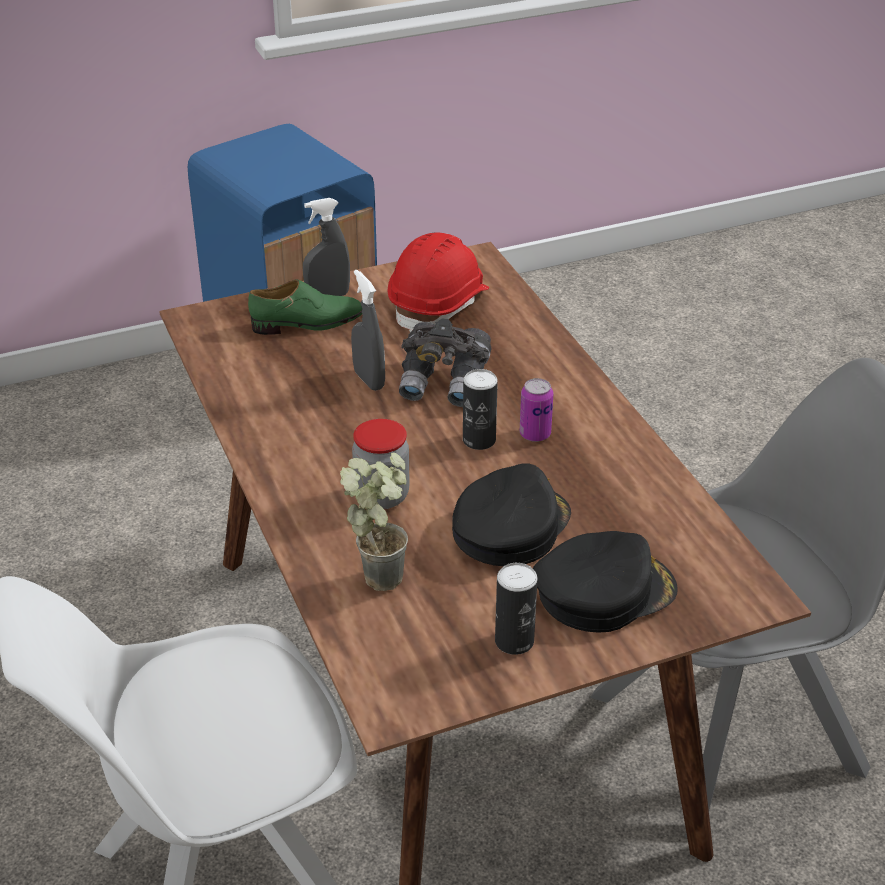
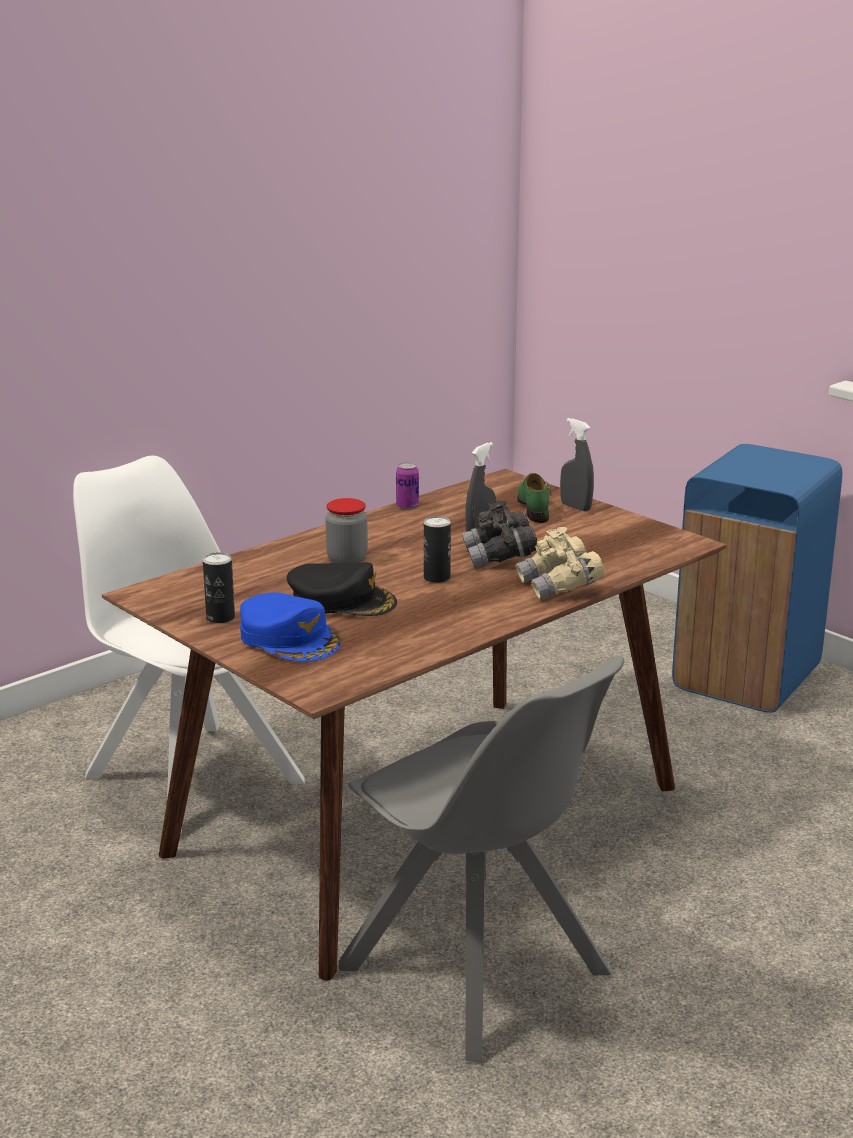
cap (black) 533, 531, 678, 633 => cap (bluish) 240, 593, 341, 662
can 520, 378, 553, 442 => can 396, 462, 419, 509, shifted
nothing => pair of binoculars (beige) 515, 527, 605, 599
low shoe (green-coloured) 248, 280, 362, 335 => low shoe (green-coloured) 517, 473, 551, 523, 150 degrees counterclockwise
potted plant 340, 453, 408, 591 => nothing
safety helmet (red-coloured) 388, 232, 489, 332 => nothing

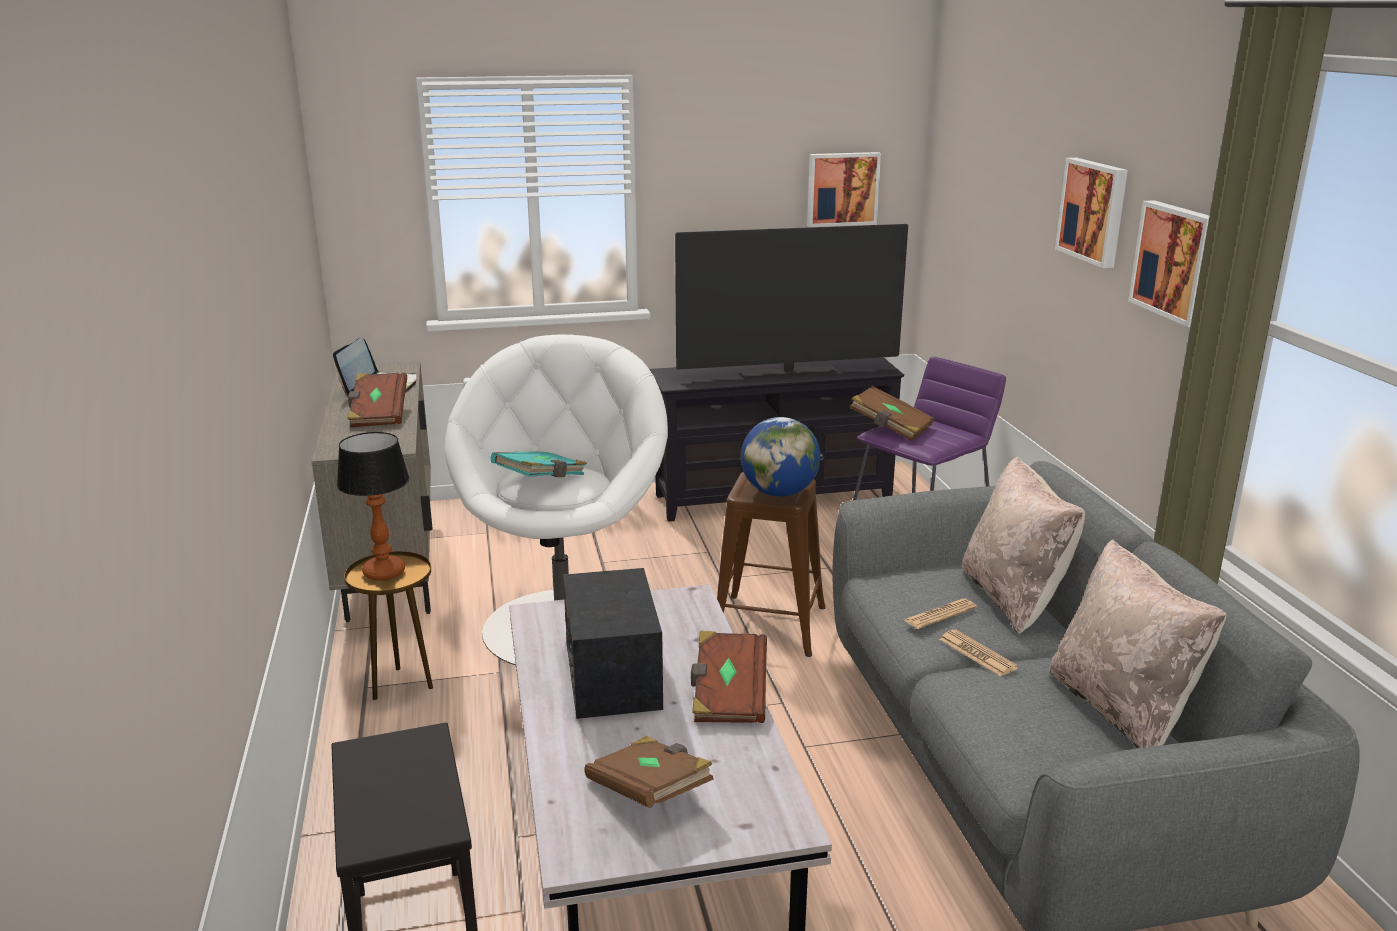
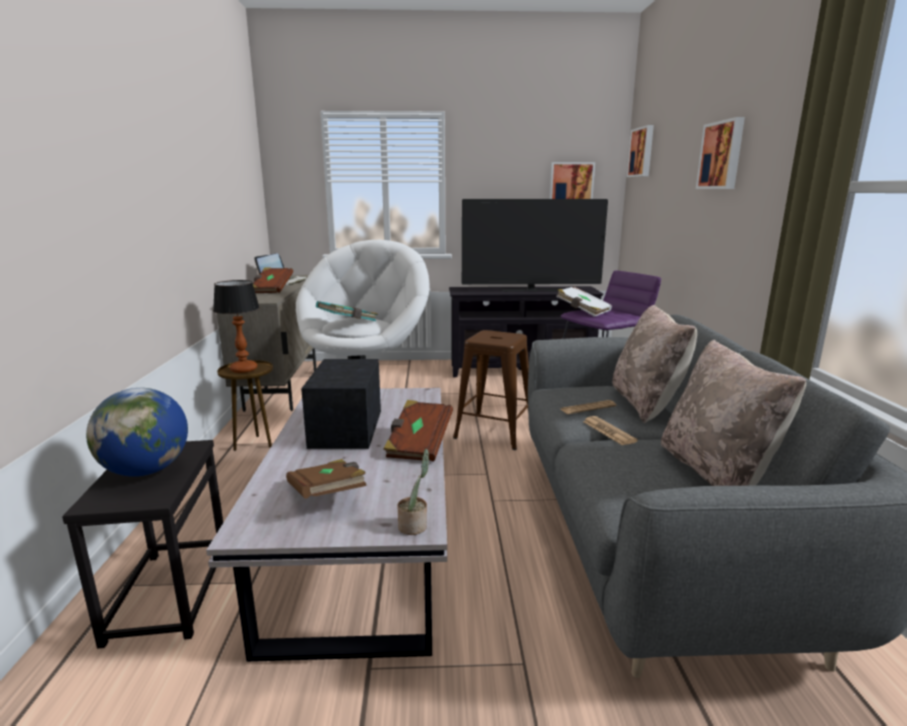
desk globe 741, 417, 821, 497 => desk globe 86, 388, 188, 477, shifted
nothing => potted plant 397, 449, 429, 535
book (brown) 849, 386, 934, 441 => book (whitish) 556, 287, 612, 317
wall picture 1128, 200, 1209, 327 => wall picture 627, 125, 654, 177, shifted

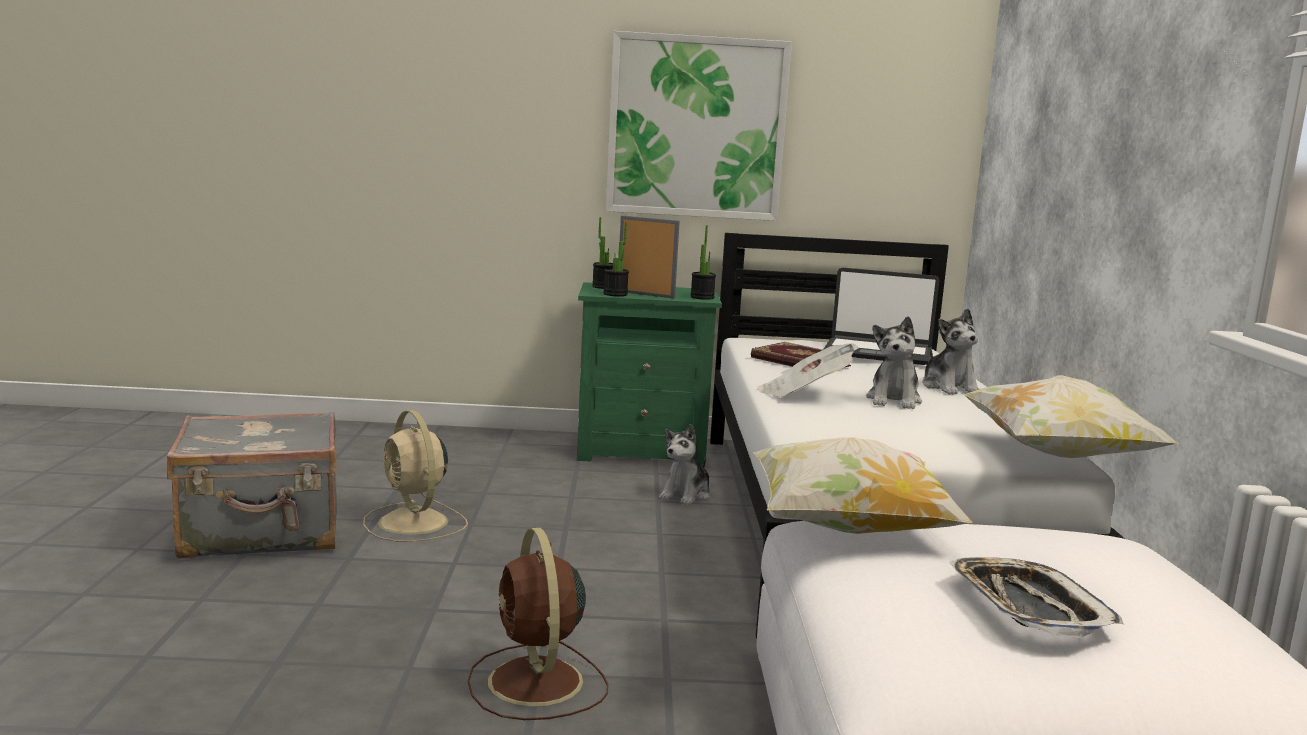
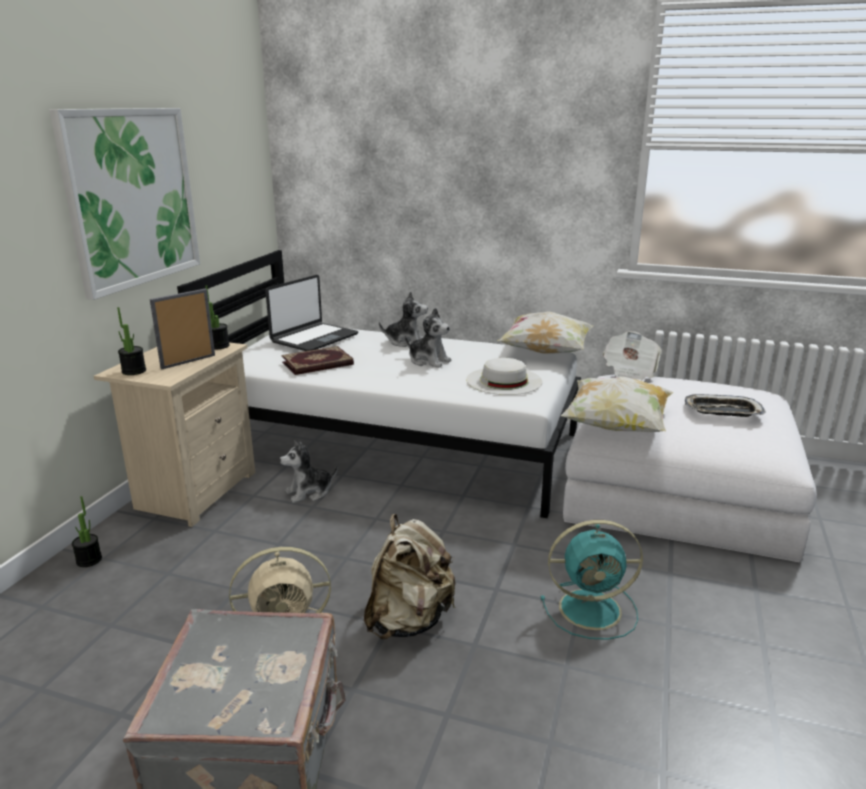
potted plant 603, 222, 629, 296 => potted plant 72, 496, 102, 567, shifted
night table (green-coloured) 577, 282, 722, 466 => night table (beige) 94, 342, 255, 527
cuddly toy 659, 424, 711, 506 => cuddly toy 280, 440, 338, 503, 105 degrees clockwise
nothing => knapsack (beige) 364, 514, 456, 640
nothing => wearable hat (whitish) 466, 358, 542, 395
electric fan (brown) 468, 528, 608, 720 => electric fan (turquoise) 541, 520, 643, 640
newspaper 757, 343, 859, 397 => newspaper 603, 331, 662, 380, shifted

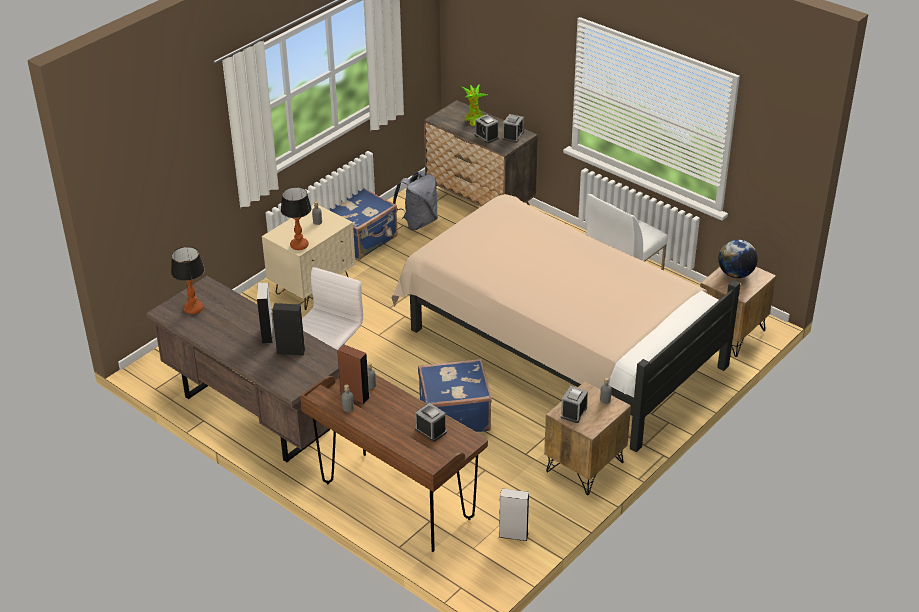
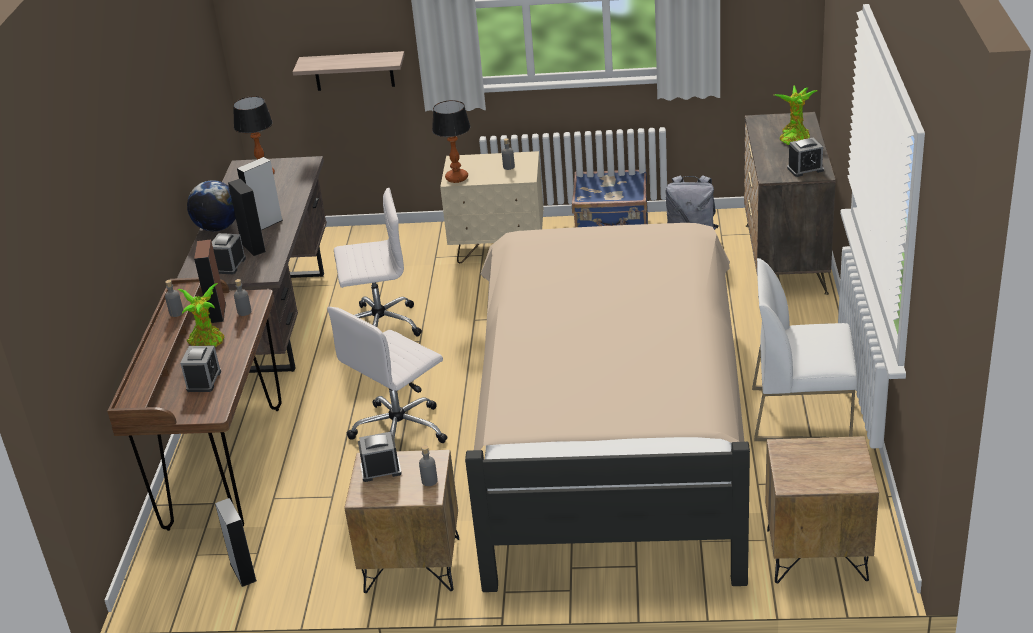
nothing => potted plant 178, 283, 224, 347
desk globe 718, 240, 758, 278 => desk globe 187, 180, 236, 231, shifted
alarm clock 475, 115, 499, 143 => alarm clock 212, 233, 246, 274, shifted
nothing => bracket shelf 293, 51, 405, 91
piece of luggage (bluish) 418, 359, 492, 432 => computer chair (whitish) 327, 307, 447, 443

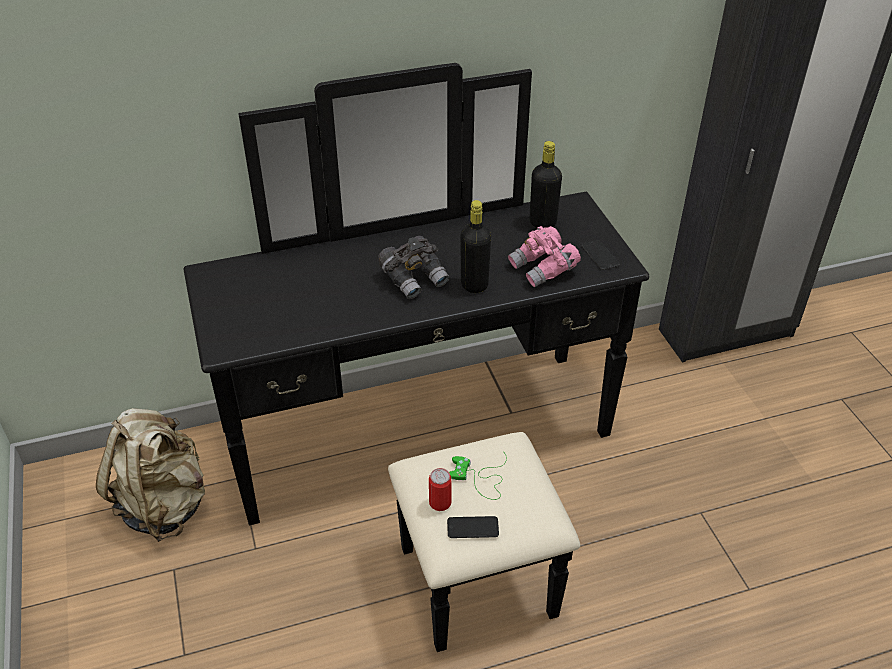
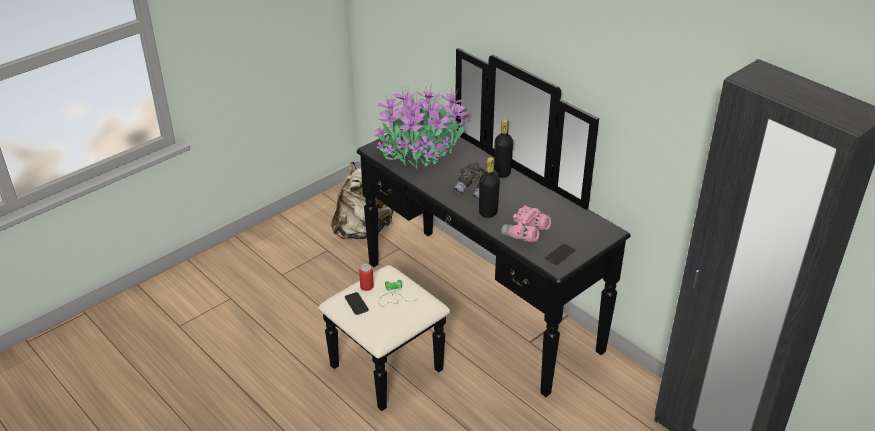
nothing => potted plant 373, 85, 470, 169
beverage bottle (black) 529, 141, 562, 228 => beverage bottle (black) 494, 119, 513, 178, shifted

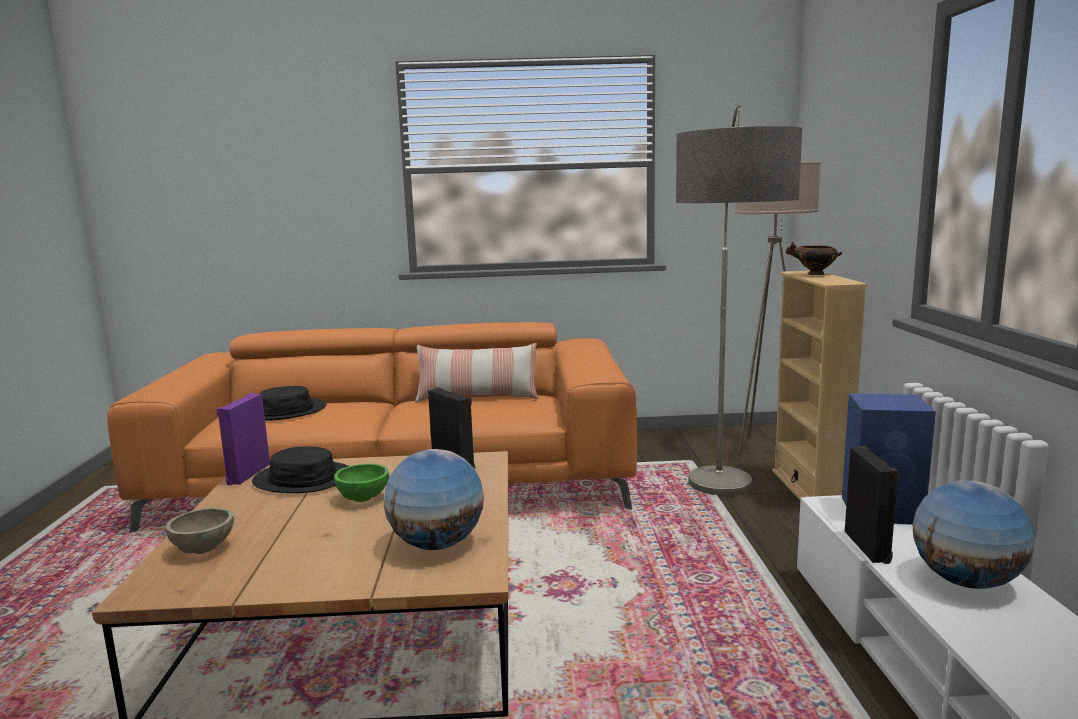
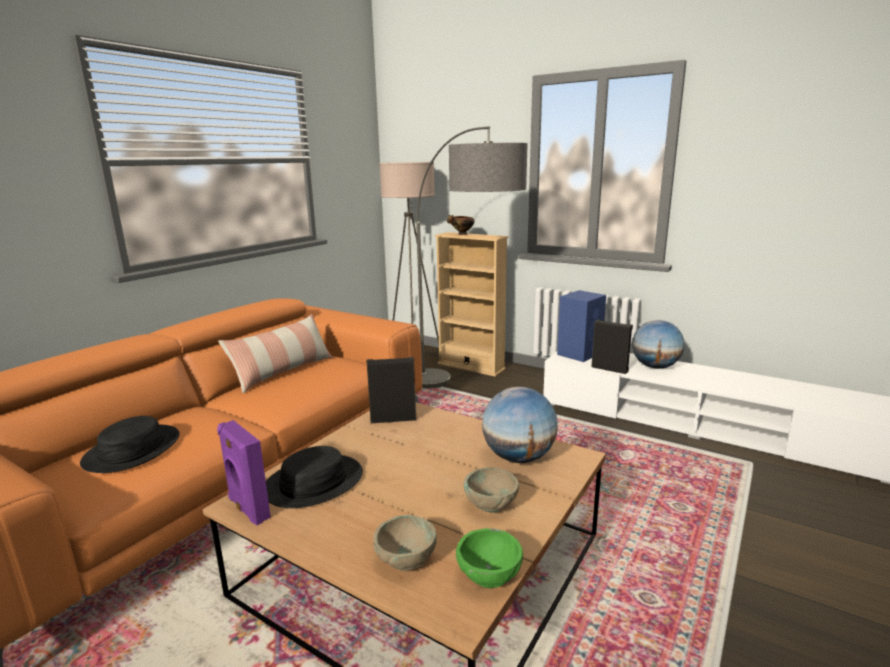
deep dish (green-coloured) 334, 464, 389, 502 => deep dish (green-coloured) 456, 528, 523, 588, shifted
nothing => deep dish (beige) 464, 467, 519, 513

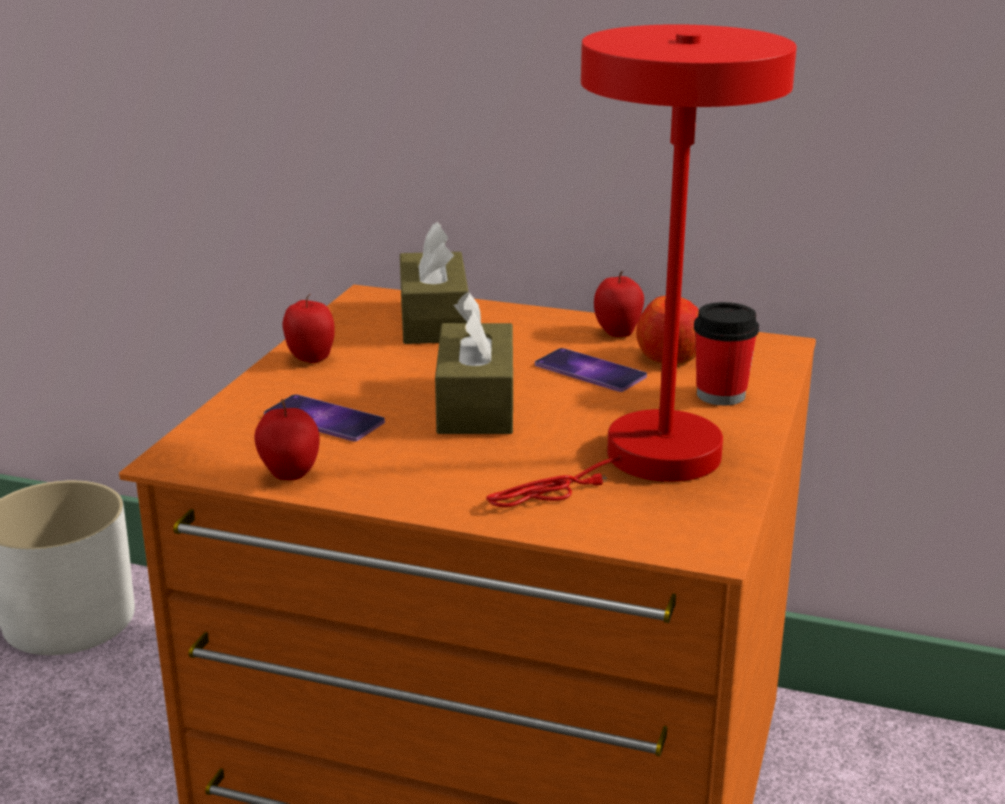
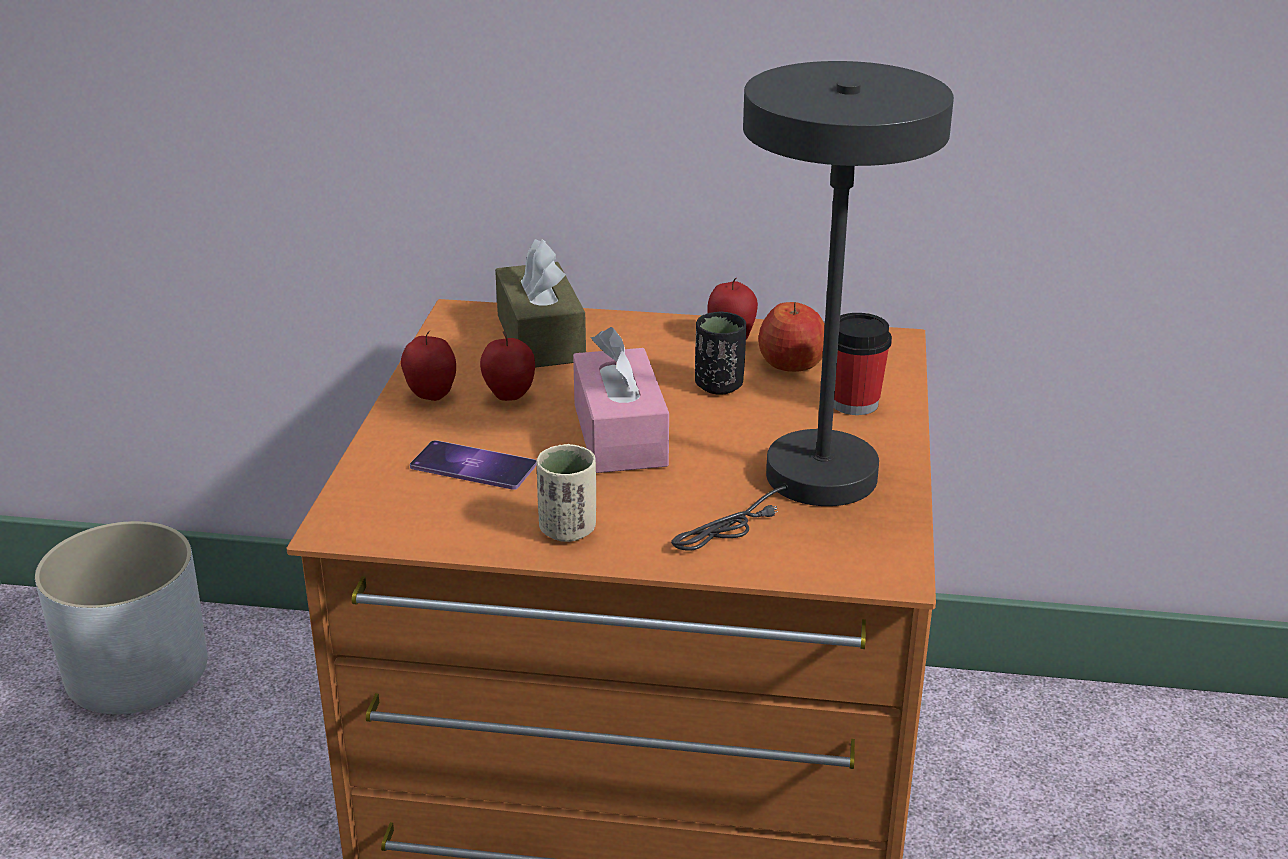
whole apple 254, 399, 319, 480 => whole apple 480, 331, 535, 401, shifted
nothing => small cup (beige) 536, 444, 596, 542
tissue holder (brown) 435, 292, 513, 434 => tissue holder (pink) 573, 327, 669, 473
tabletop lamp (red-coloured) 486, 24, 797, 507 => tabletop lamp (greyish) 671, 61, 954, 551
telephone 535, 348, 647, 392 => small cup (black) 695, 311, 746, 395

